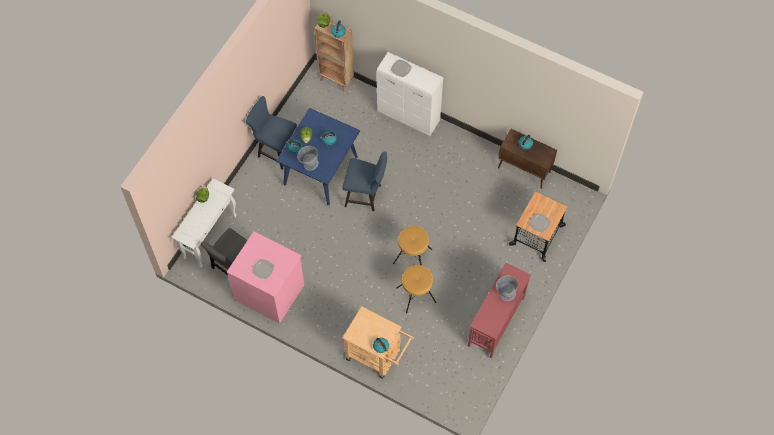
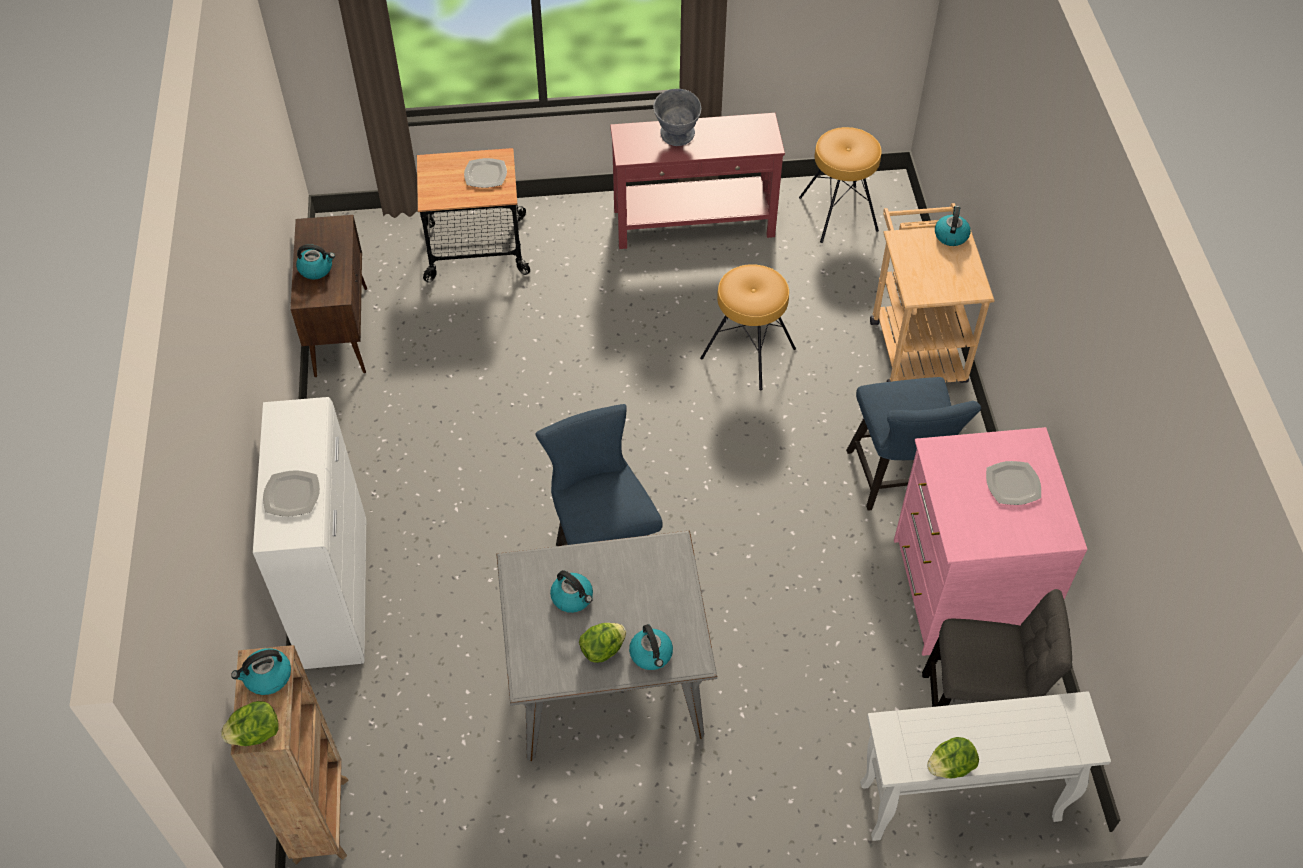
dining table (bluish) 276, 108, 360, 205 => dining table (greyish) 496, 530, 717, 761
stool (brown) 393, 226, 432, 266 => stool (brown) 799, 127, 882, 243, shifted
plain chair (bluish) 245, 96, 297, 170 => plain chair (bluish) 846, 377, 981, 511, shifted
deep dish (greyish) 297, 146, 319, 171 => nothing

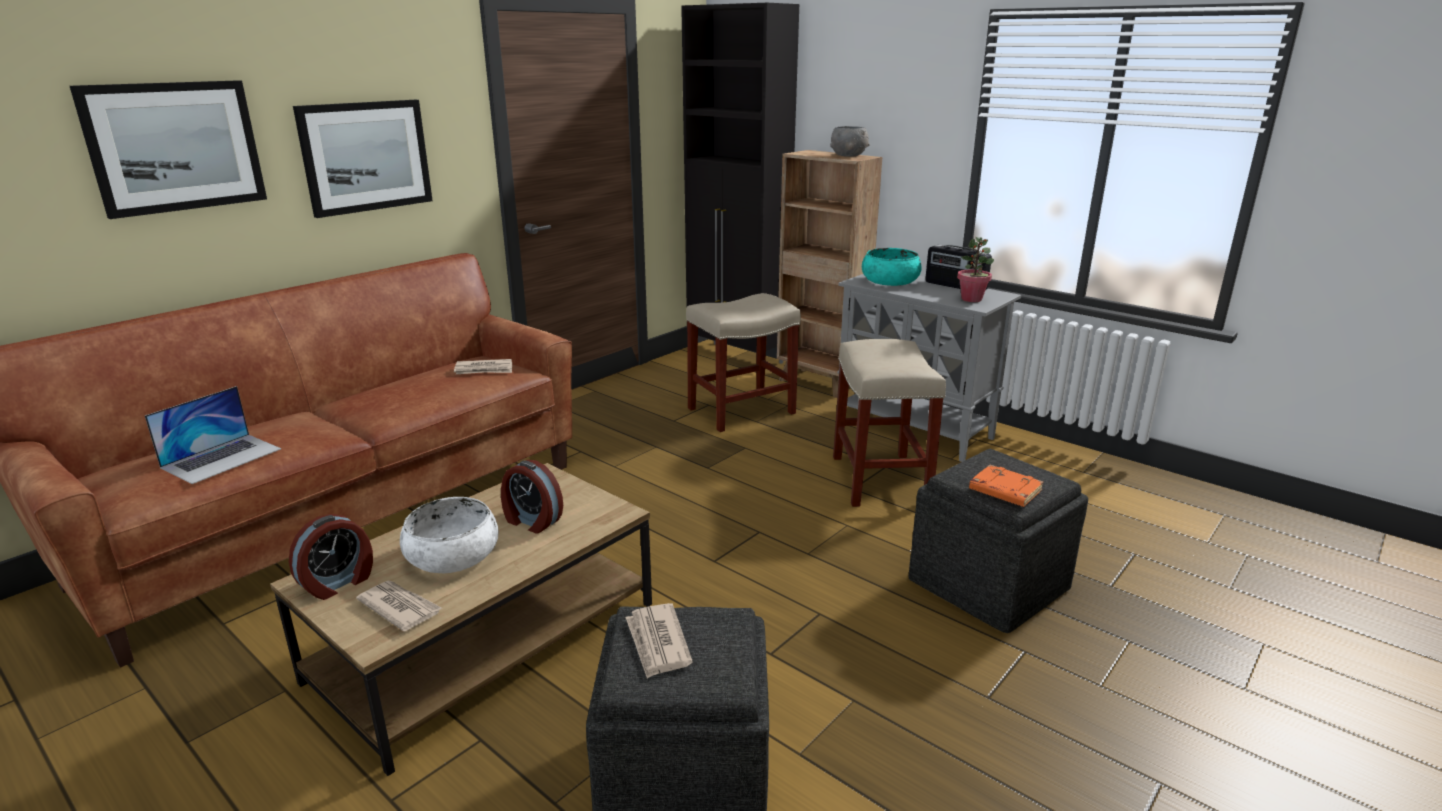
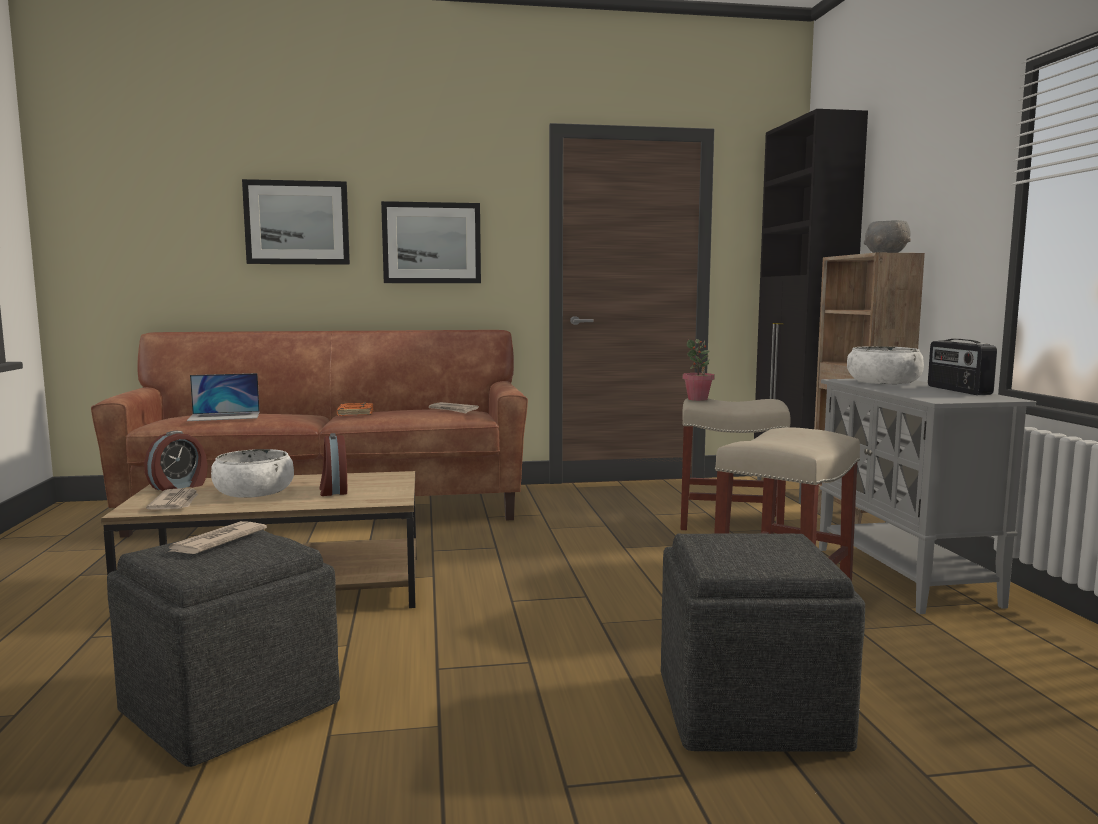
alarm clock 289, 514, 373, 600 => alarm clock 144, 431, 208, 491, 45 degrees counterclockwise
book (orange-coloured) 969, 465, 1044, 507 => book (orange-coloured) 337, 402, 374, 416, shifted
potted plant 957, 237, 994, 302 => potted plant 682, 339, 715, 401, shifted
deep dish (turquoise) 862, 248, 922, 286 => deep dish (whitish) 847, 346, 924, 384

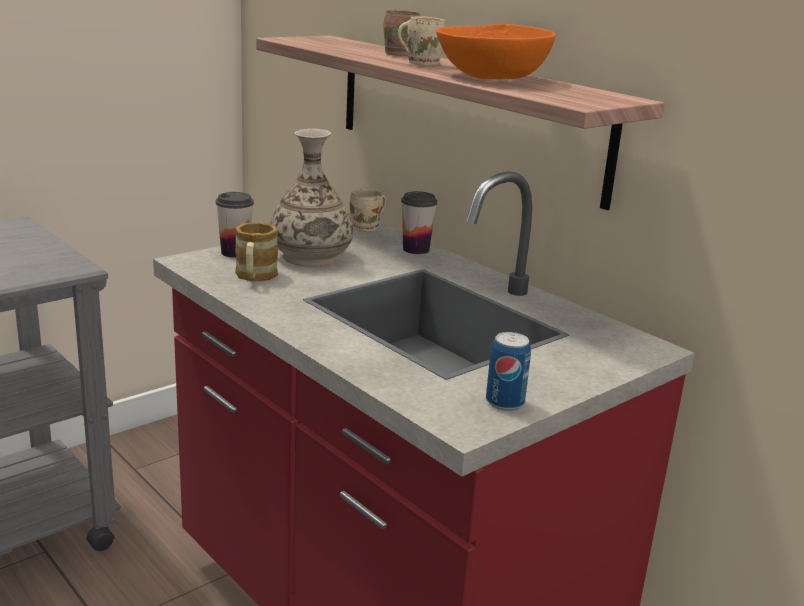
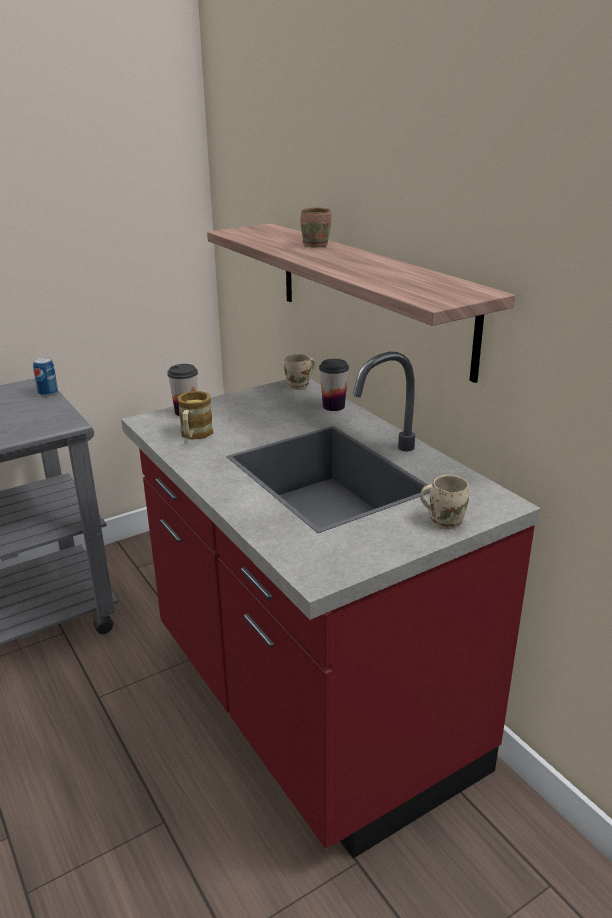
can 486, 332, 531, 411 => can 33, 357, 58, 396, shifted
coffee mug (beige) 398, 16, 446, 66 => coffee mug (beige) 420, 475, 469, 529, shifted
decorative vase 270, 129, 353, 267 => nothing
deep dish (orange-coloured) 436, 24, 555, 80 => nothing

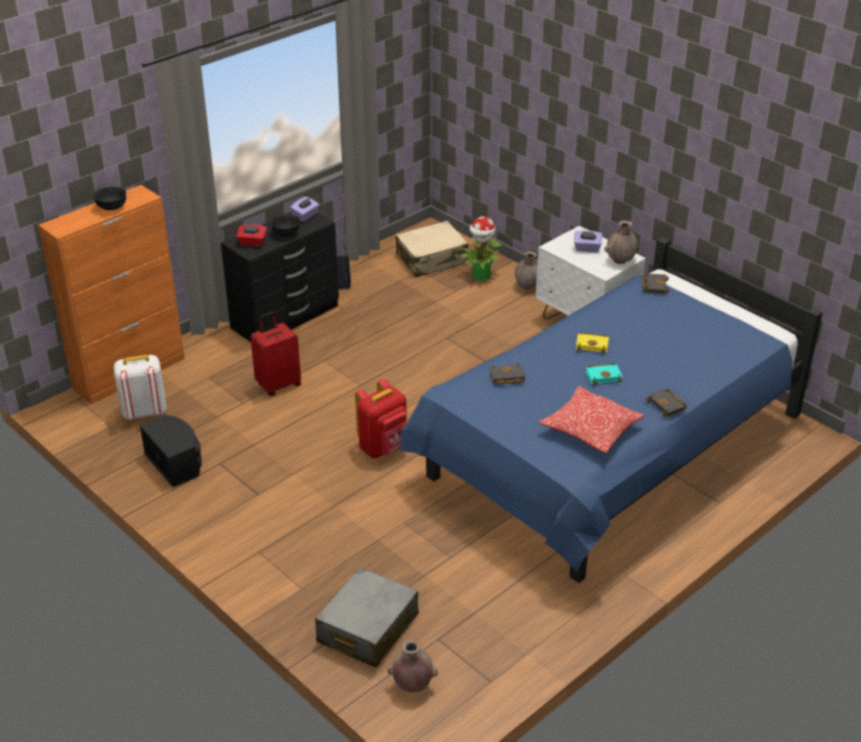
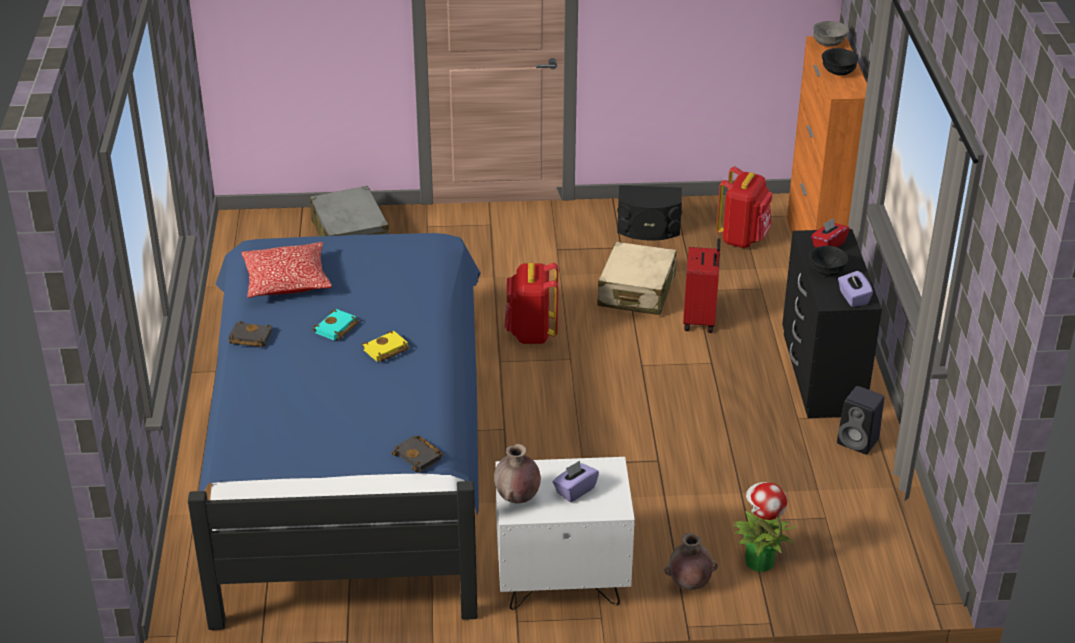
piece of luggage (beige) 396, 221, 469, 277 => piece of luggage (beige) 598, 242, 676, 315, shifted
knapsack (whitish) 113, 355, 167, 420 => knapsack (red-coloured) 716, 166, 772, 248
nothing => deep dish (greyish) 813, 21, 849, 46
decorative vase (brown) 388, 639, 438, 692 => nothing
book (black) 490, 363, 525, 385 => nothing

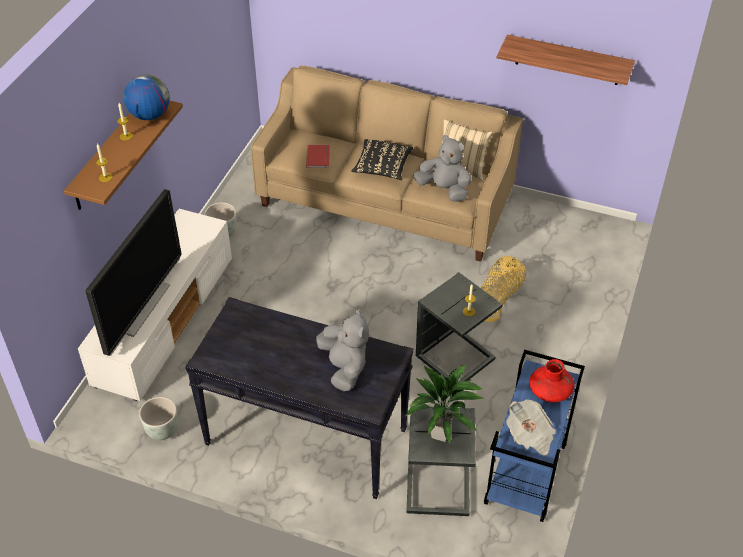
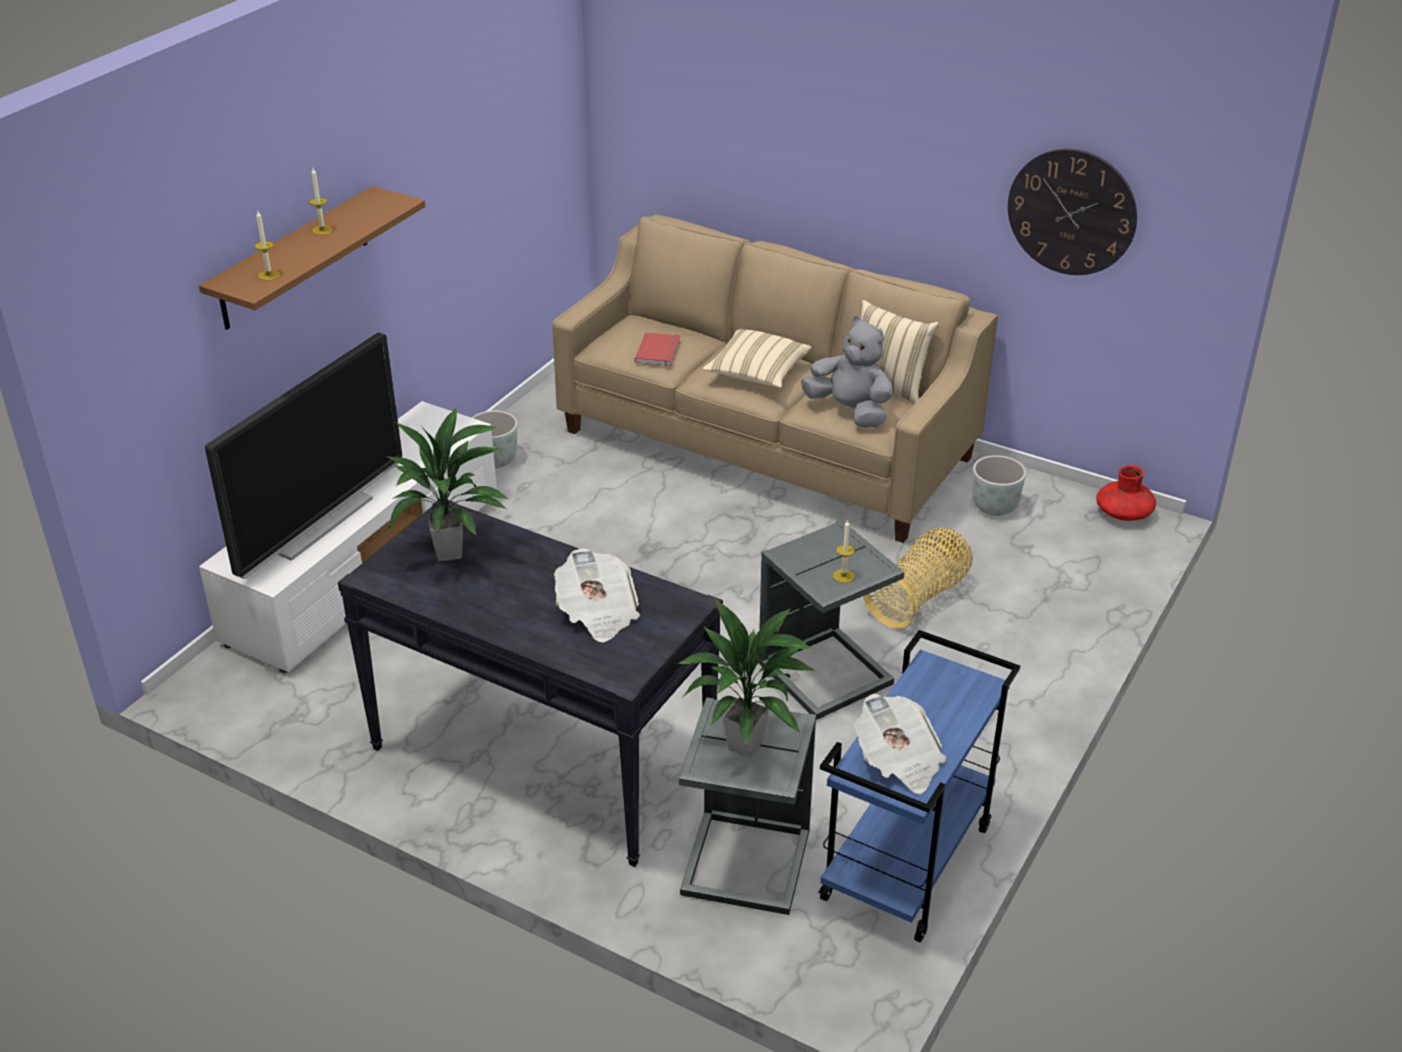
nothing => potted plant 386, 407, 508, 561
cuddly toy (greyish) 316, 308, 369, 391 => newspaper 554, 548, 640, 642
throw pillow (black) 351, 139, 413, 180 => throw pillow (beige) 702, 329, 812, 388
planter (greyish) 139, 397, 178, 440 => planter (greyish) 972, 455, 1026, 516, shifted
bracket shelf 497, 35, 635, 85 => hanging clock 1008, 149, 1137, 275
decorative vase (red-coloured) 529, 359, 574, 402 => decorative vase (red-coloured) 1096, 465, 1156, 521, shifted
desk globe 124, 75, 170, 120 => nothing

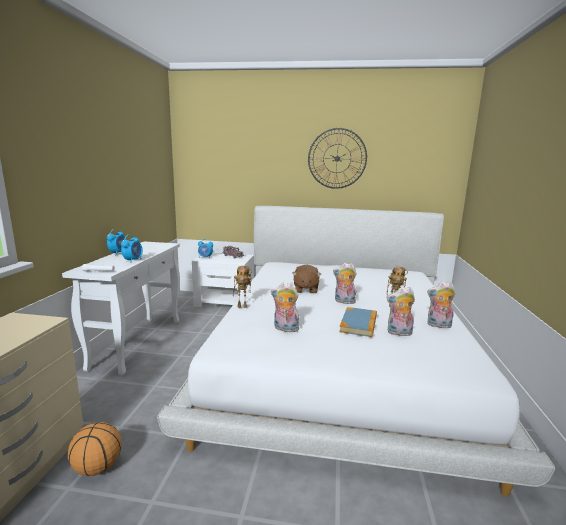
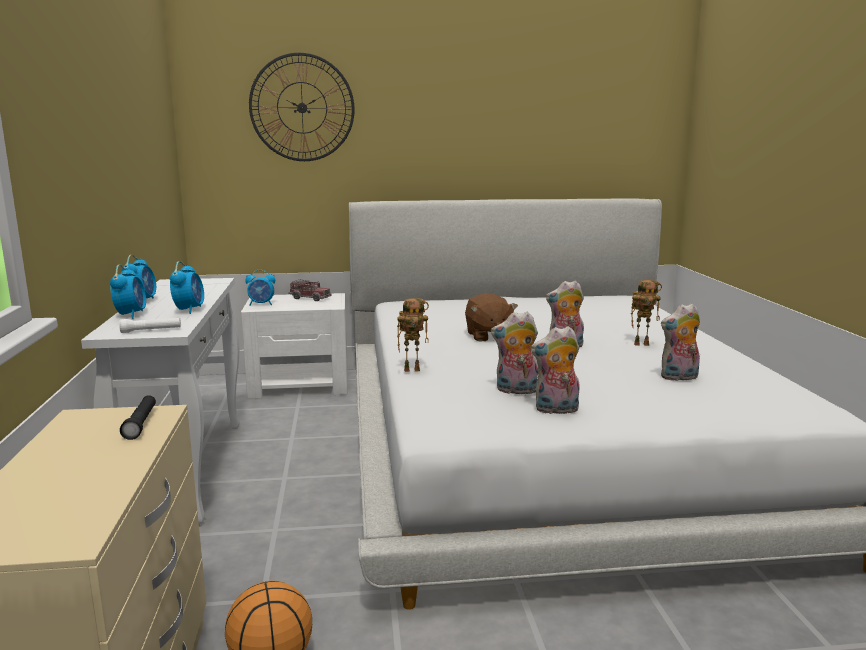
nothing => alarm clock 110, 265, 146, 319
nothing => torch (black) 120, 395, 156, 440
hanging clock 308, 128, 367, 189 => hanging clock 249, 52, 355, 161, shifted
cuddly toy 427, 282, 455, 328 => cuddly toy 530, 326, 580, 414, shifted
book 339, 307, 377, 337 => nothing

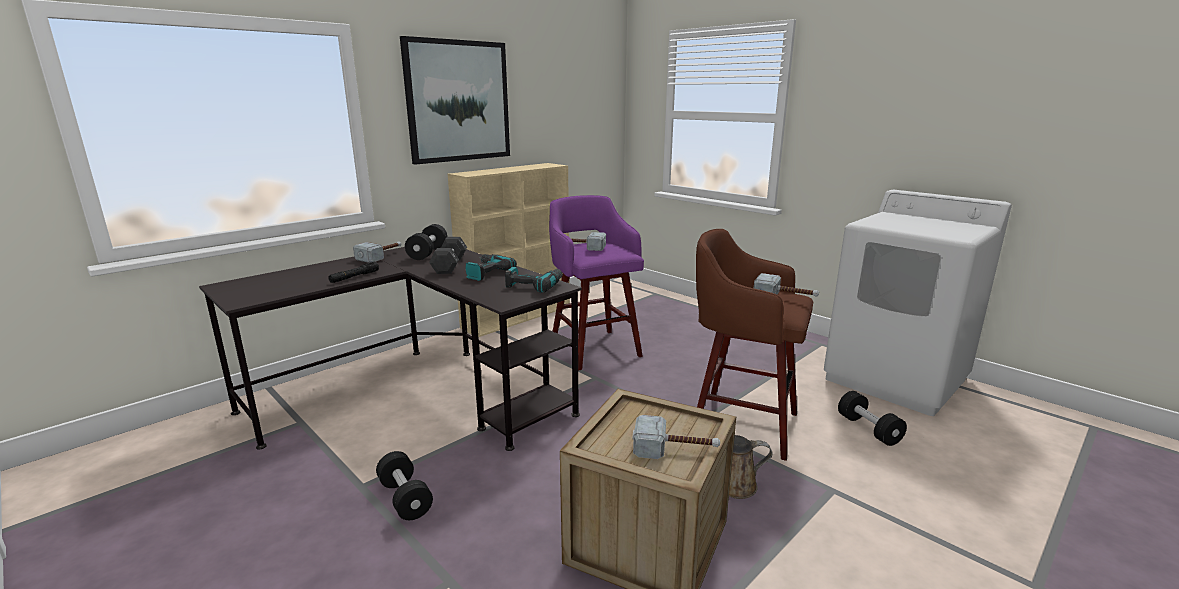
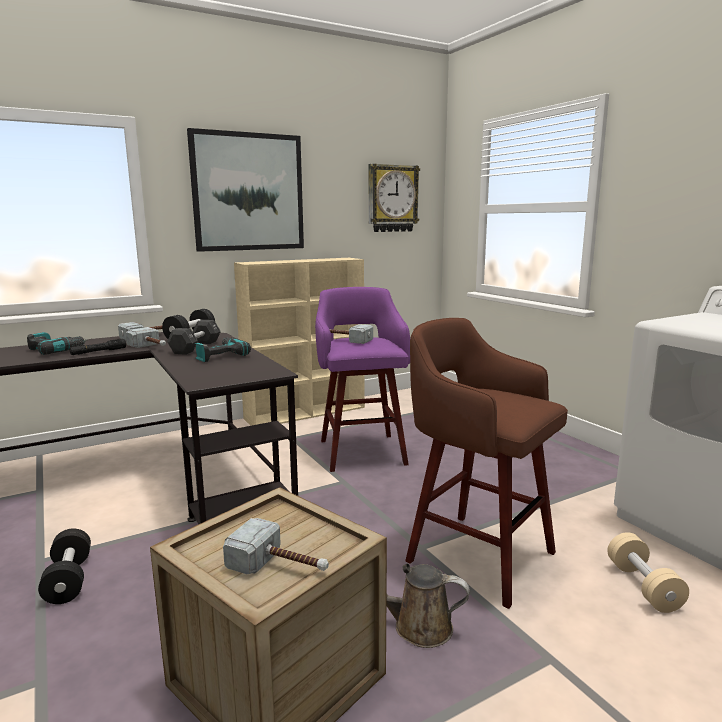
drill 505, 267, 563, 293 => drill 27, 332, 88, 355, shifted
hand hammer 754, 273, 819, 297 => hand hammer 125, 327, 166, 348, shifted
nothing => hanging clock 369, 164, 420, 232
hand weight (black) 838, 391, 907, 446 => hand weight (beige) 607, 532, 689, 613

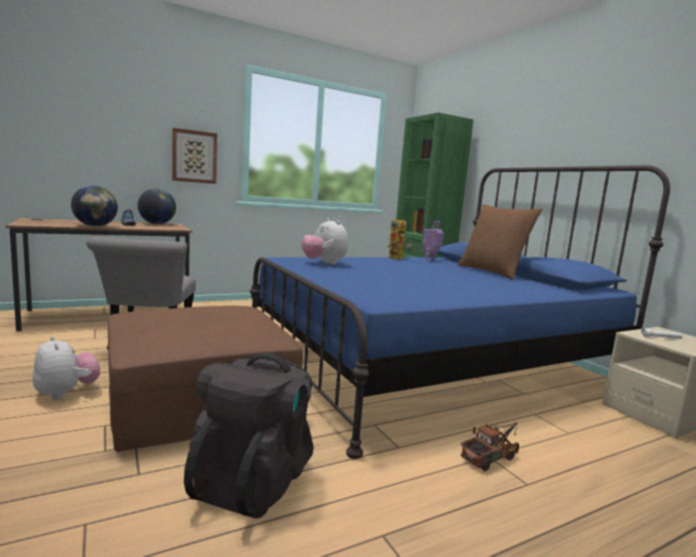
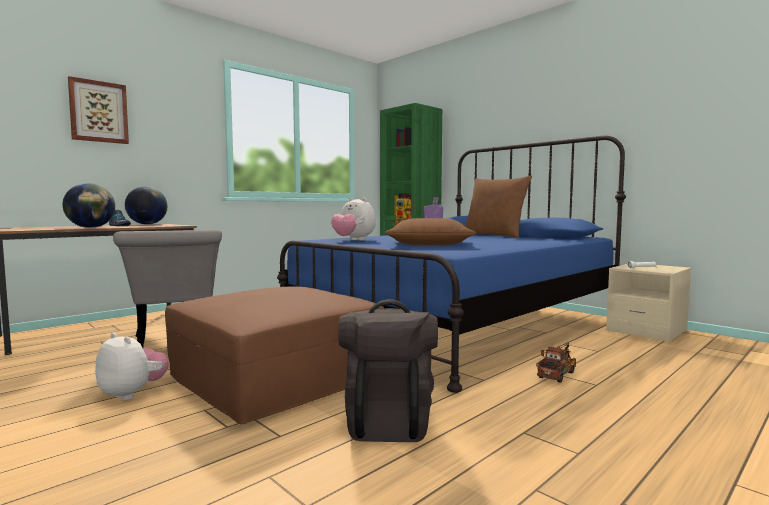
wall picture 172, 128, 217, 184 => wall picture 68, 76, 129, 144, shifted
nothing => throw pillow (brown) 385, 218, 476, 245

